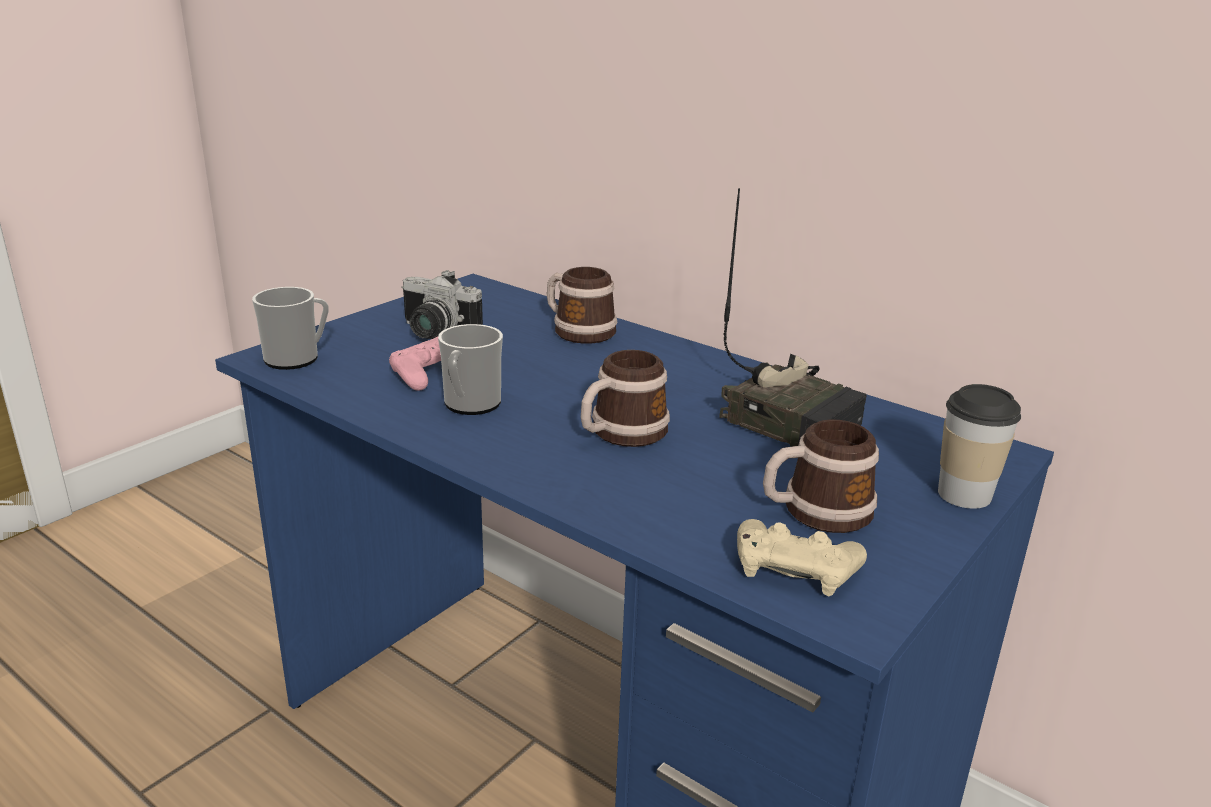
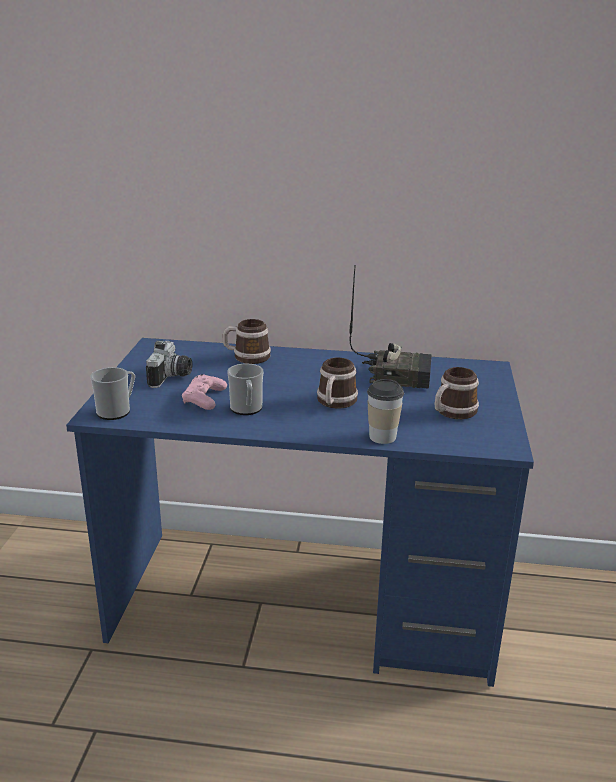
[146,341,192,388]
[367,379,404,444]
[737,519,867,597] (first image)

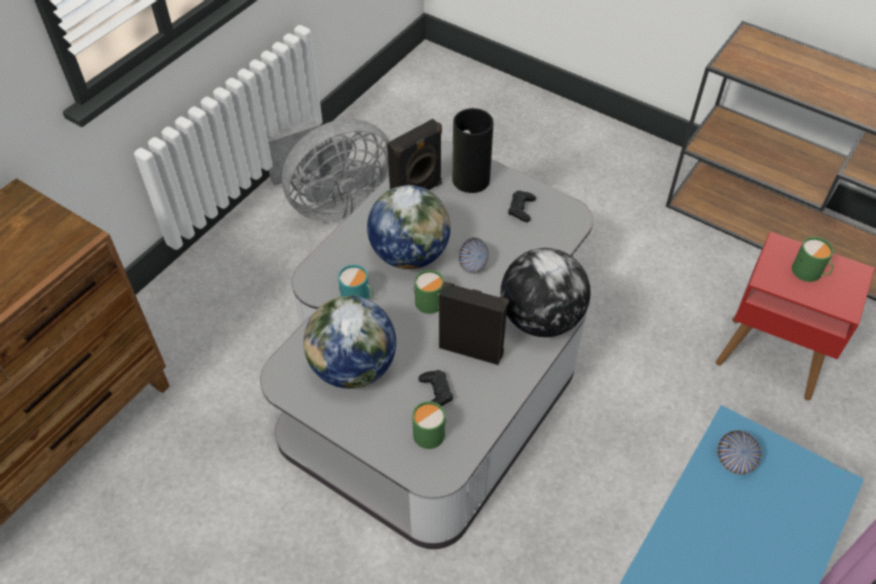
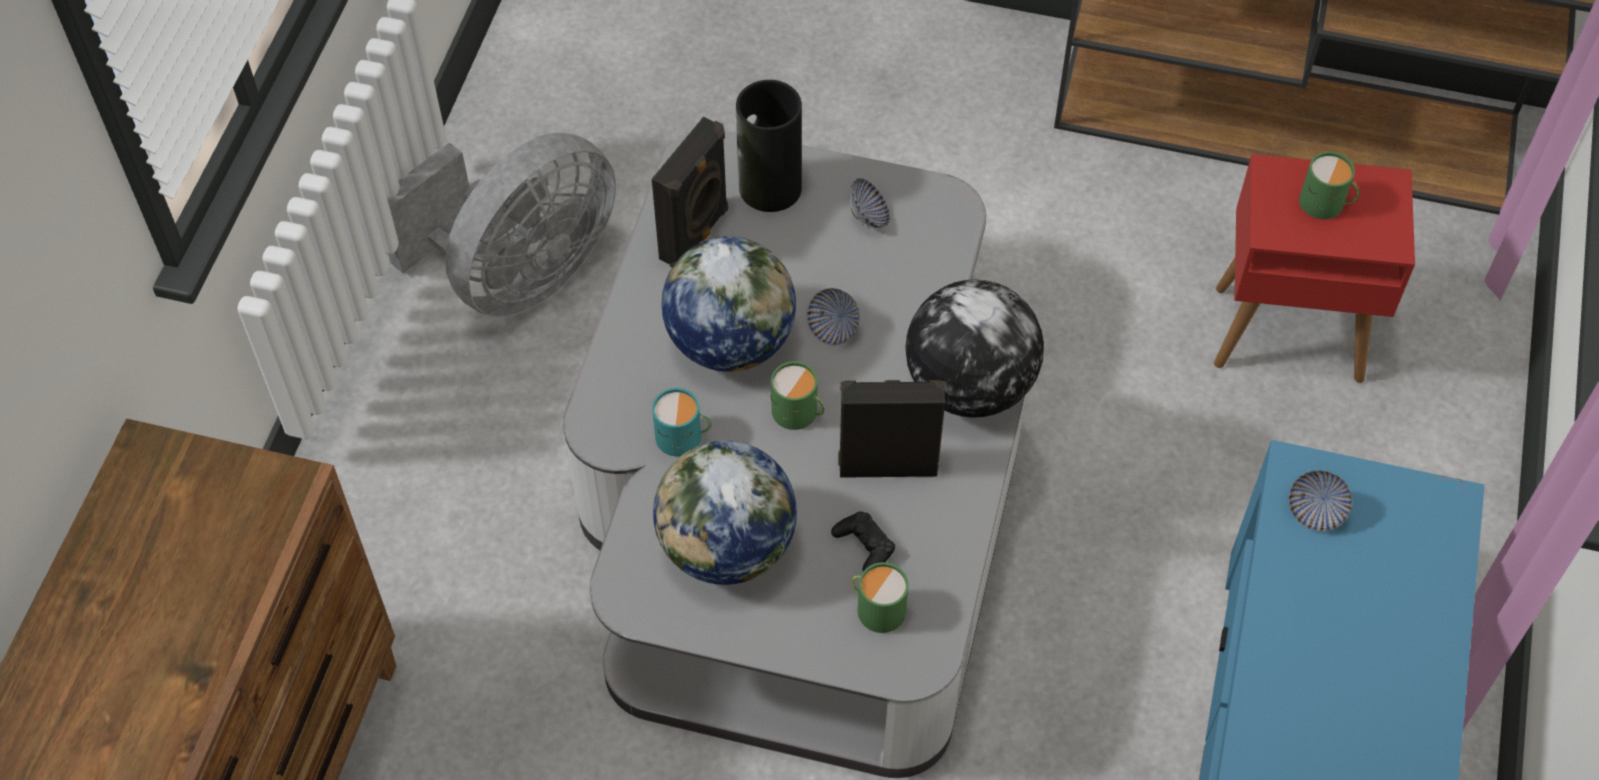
[849,178,890,228]

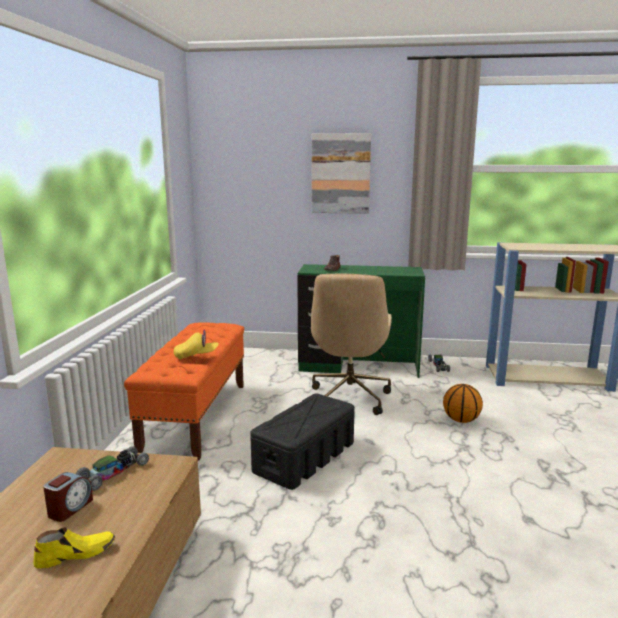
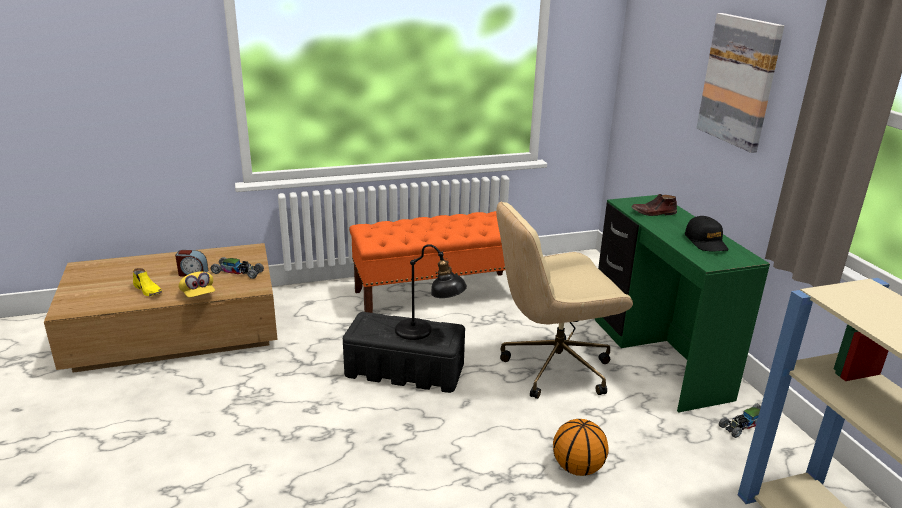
[178,272,215,297]
[685,216,728,251]
[395,244,467,340]

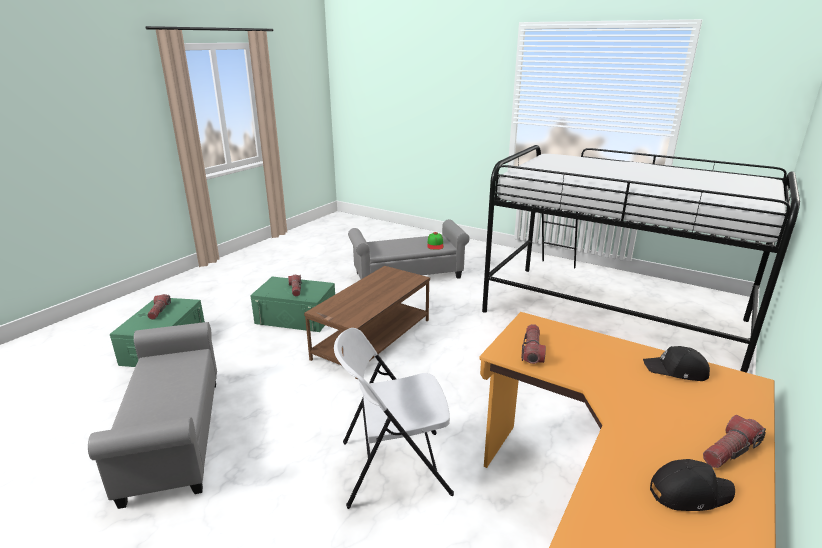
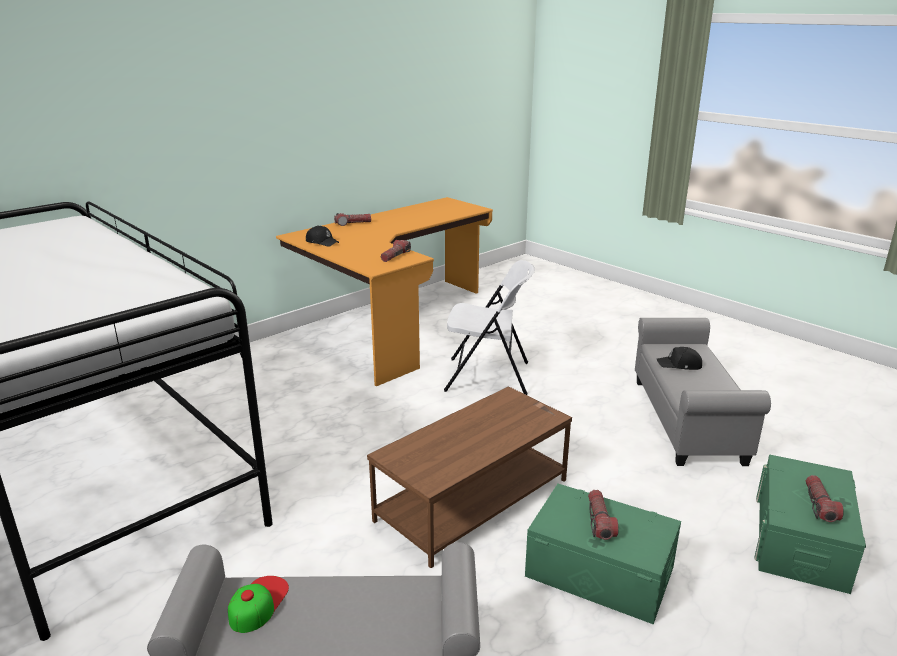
[657,347,702,370]

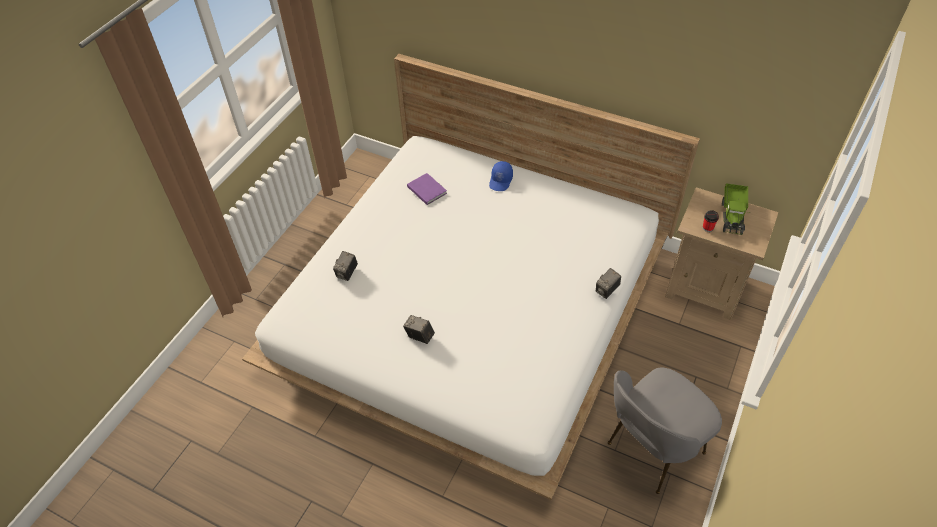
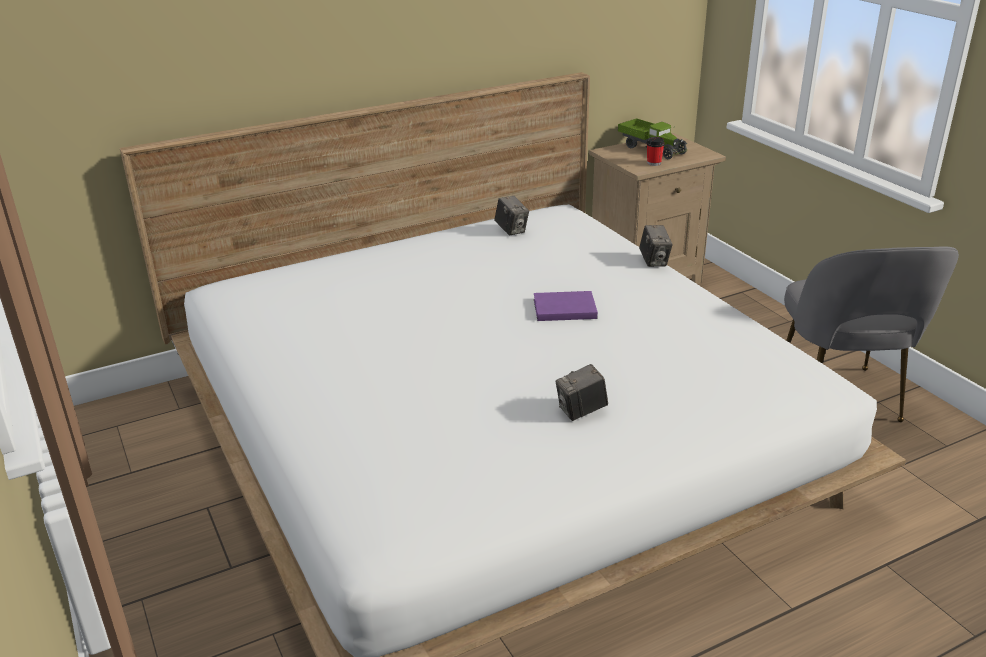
[489,161,513,191] (first image)
[534,291,598,321]
[494,196,529,235]

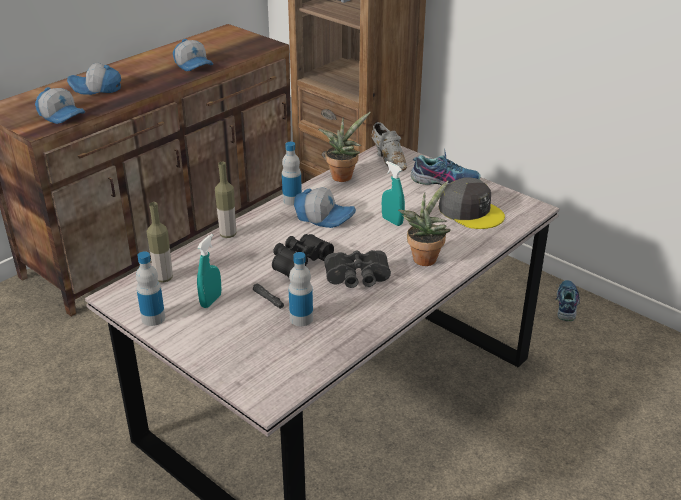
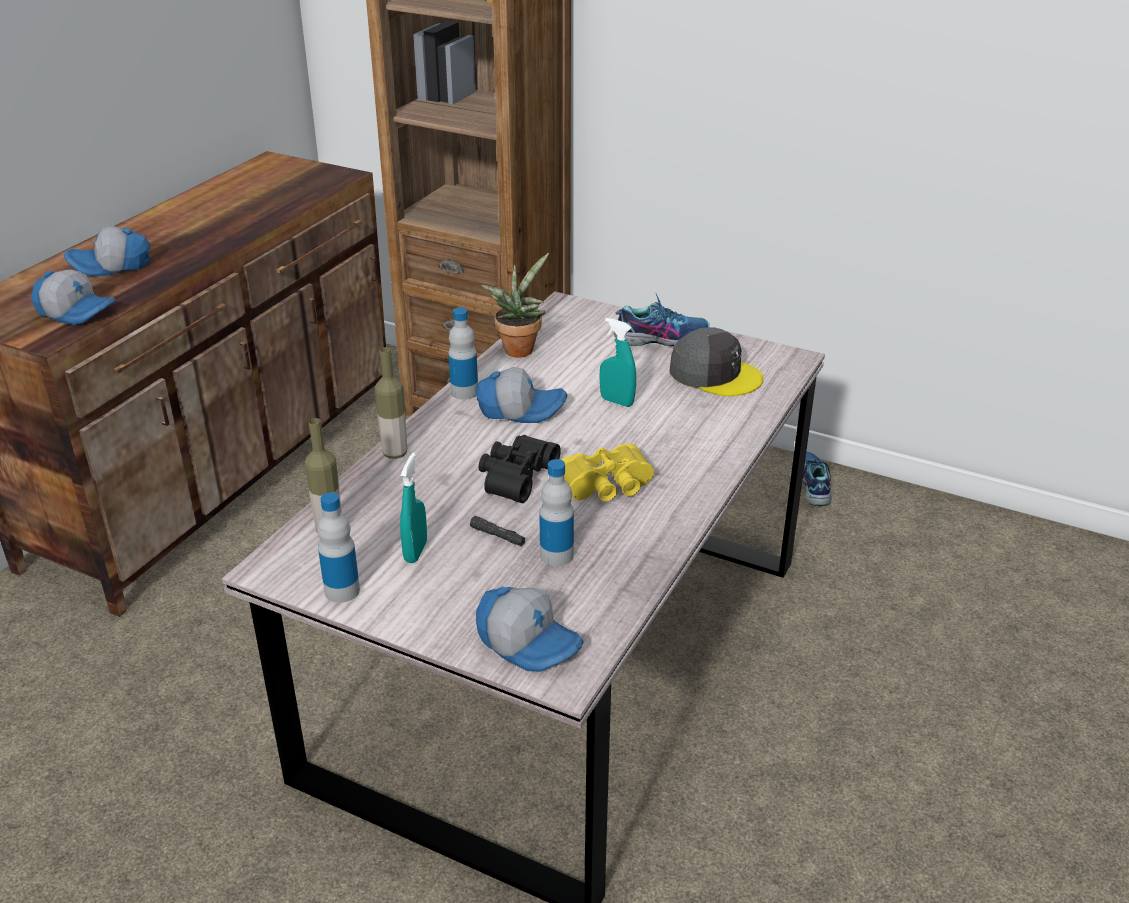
[476,587,584,672]
[372,122,407,171] (first image)
[398,180,450,266] (first image)
[561,443,654,501]

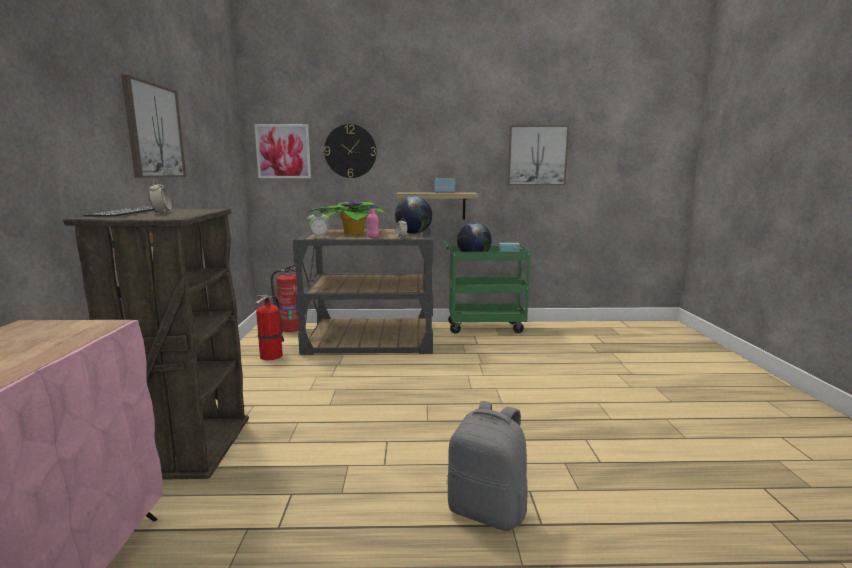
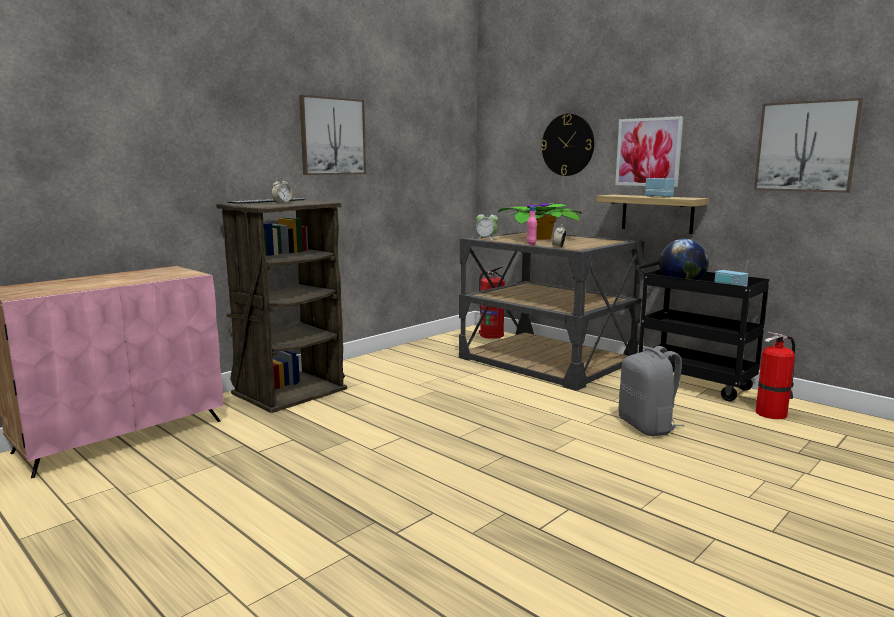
[615,116,683,187]
[395,196,432,234] (first image)
[636,261,769,401]
[756,332,795,419]
[619,346,684,436]

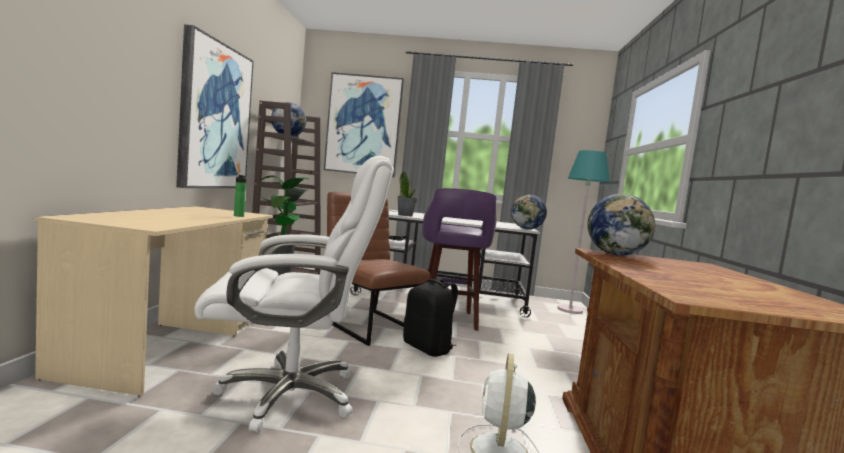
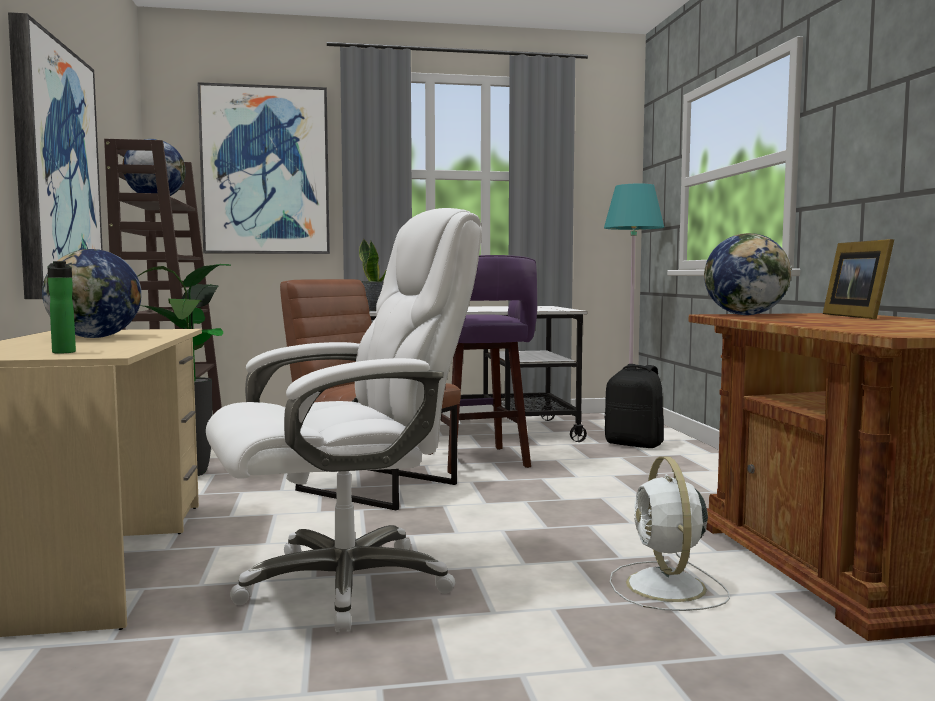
[48,261,76,354]
[42,249,142,338]
[604,364,664,448]
[823,239,894,319]

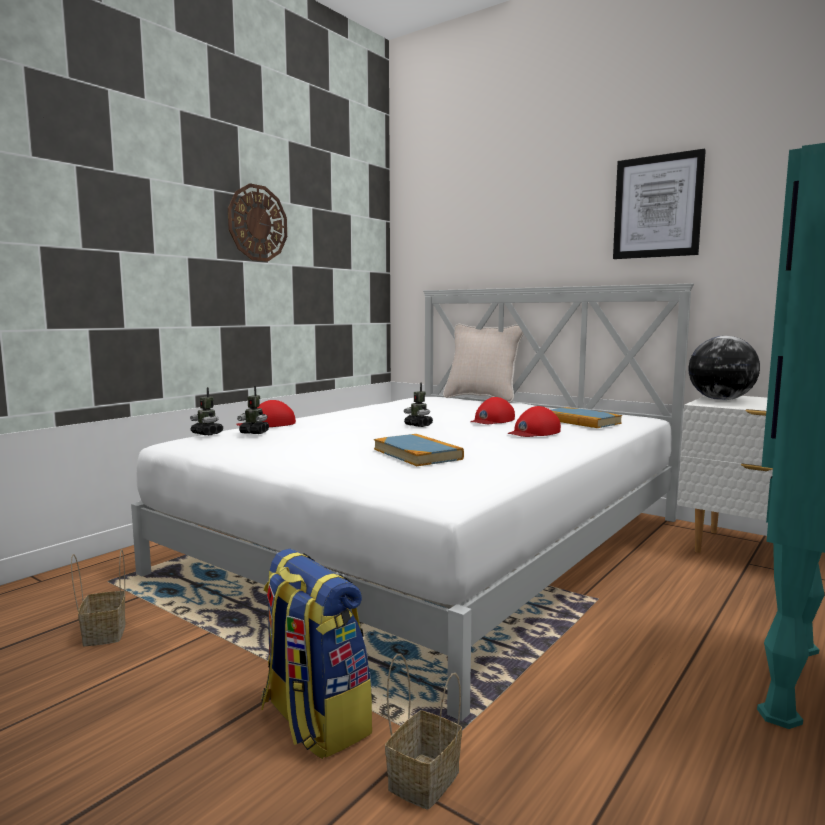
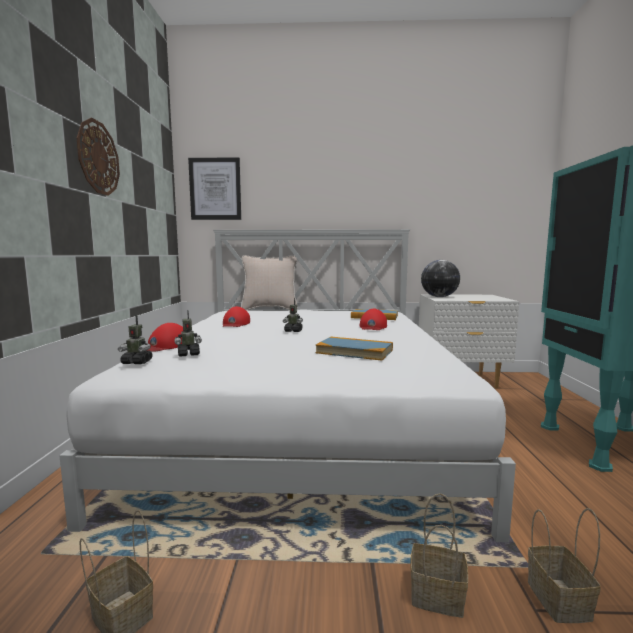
[188,157,241,220]
[223,306,250,327]
[411,493,468,618]

